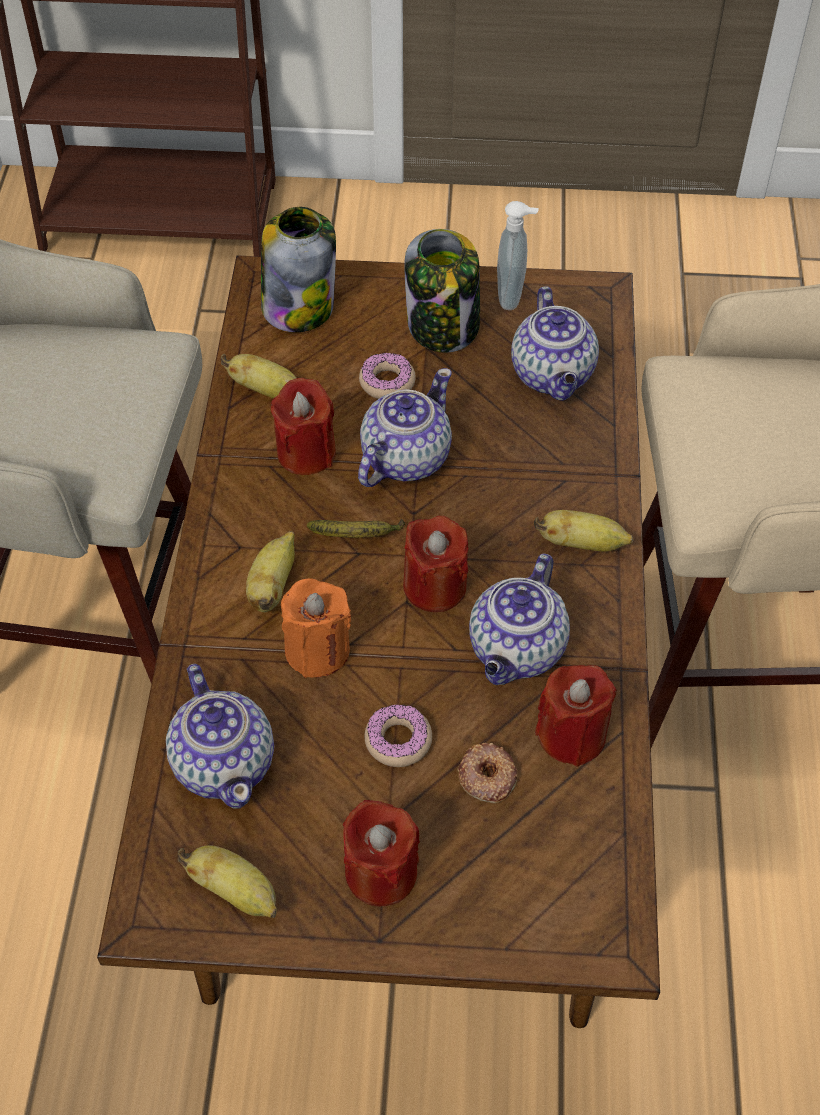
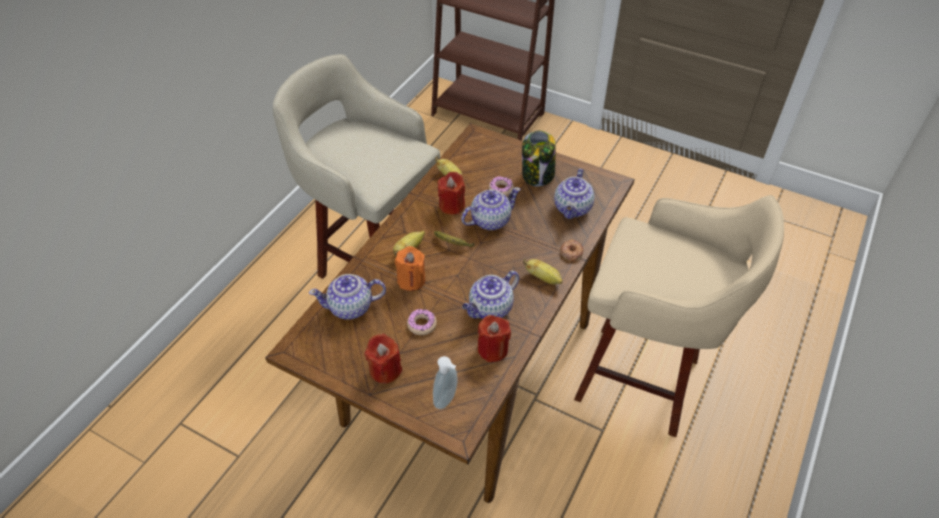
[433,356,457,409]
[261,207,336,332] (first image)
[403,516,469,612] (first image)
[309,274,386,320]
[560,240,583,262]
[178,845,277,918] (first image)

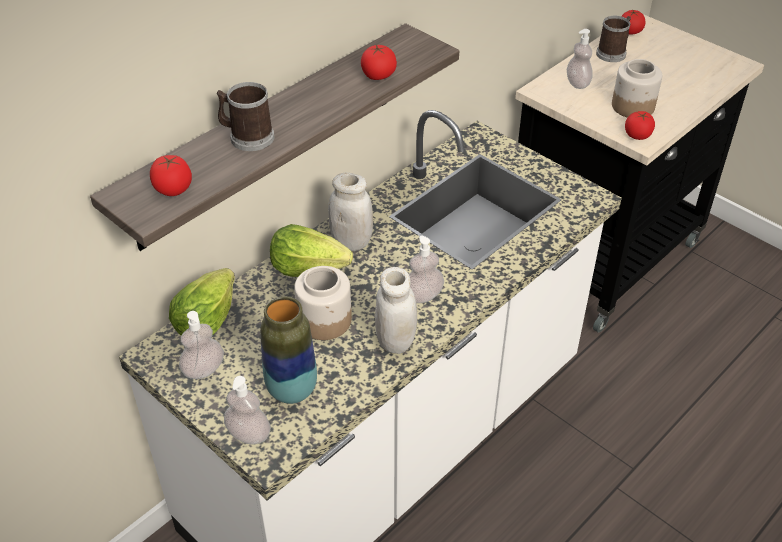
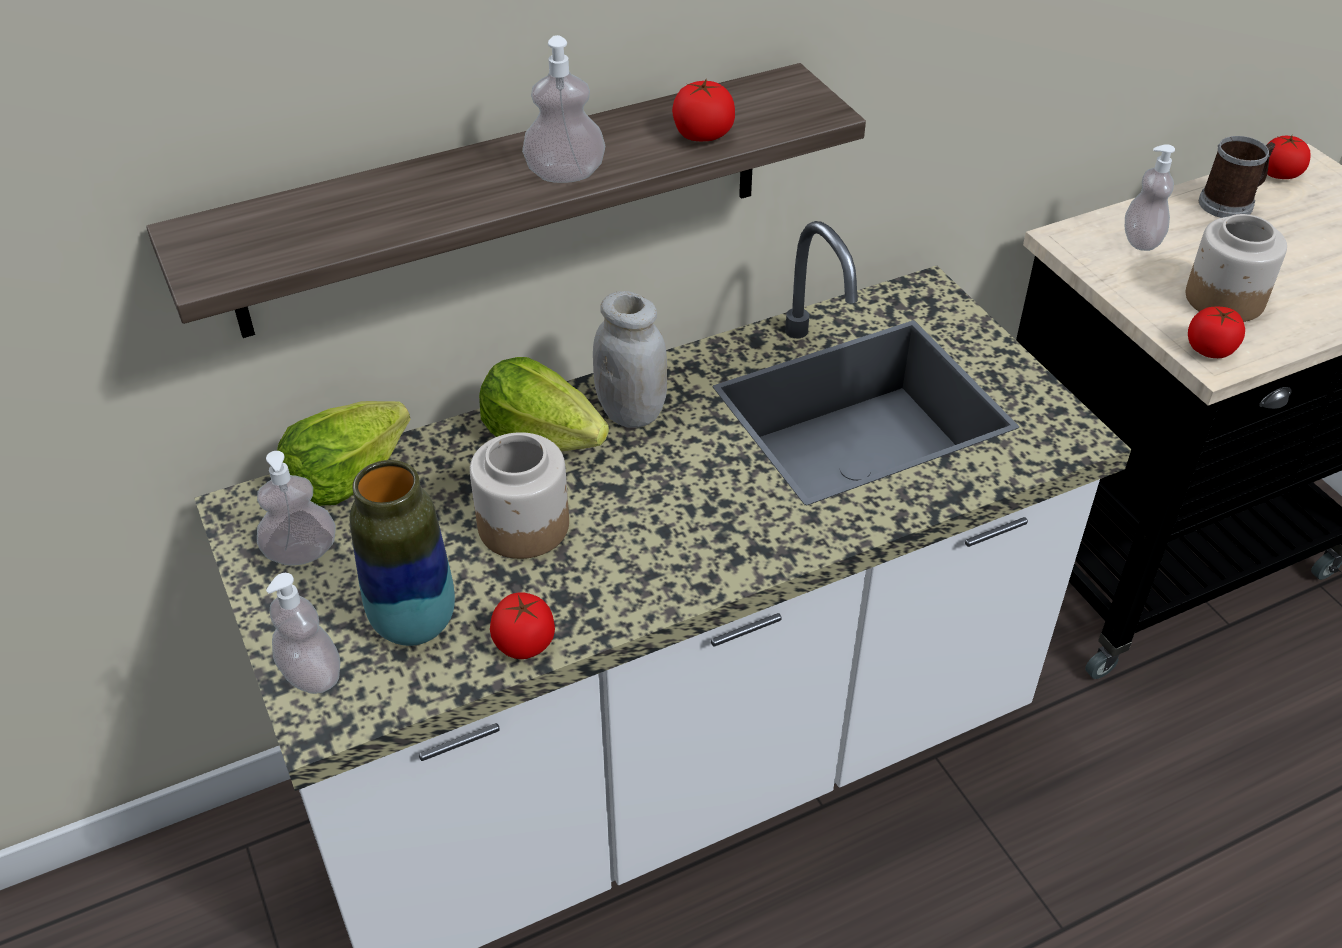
[217,82,274,151] (first image)
[490,592,555,659]
[522,35,605,183]
[375,267,417,354] (first image)

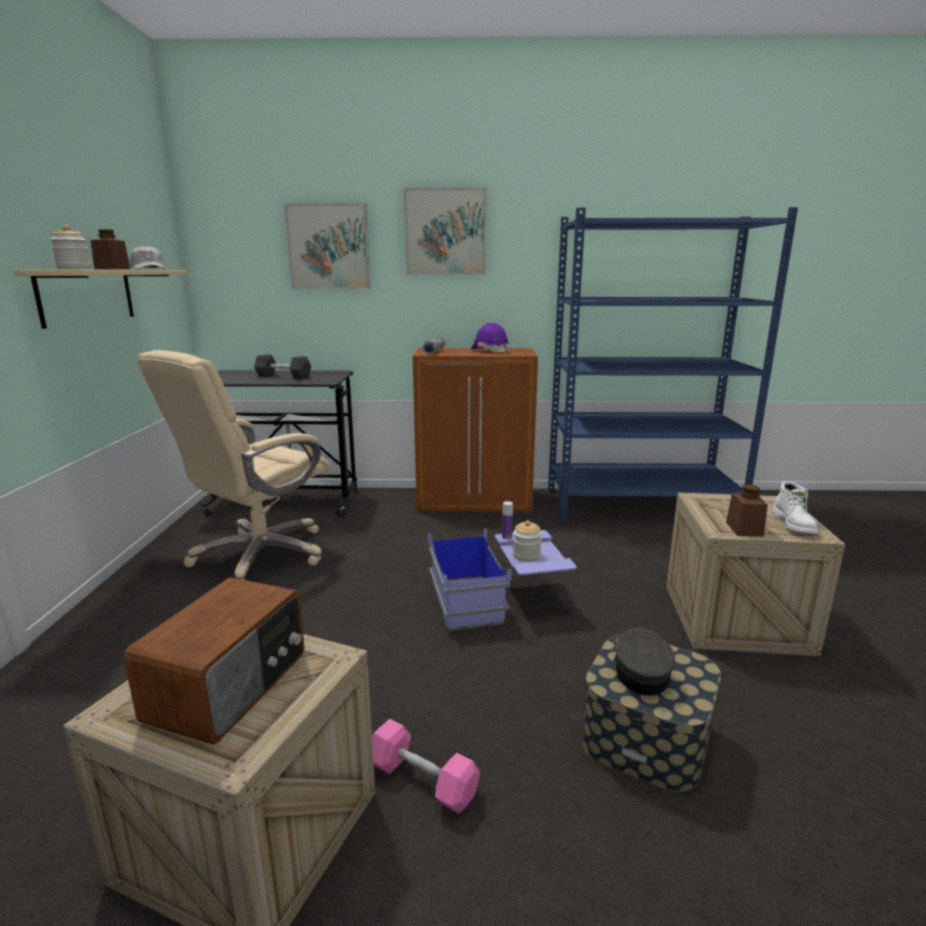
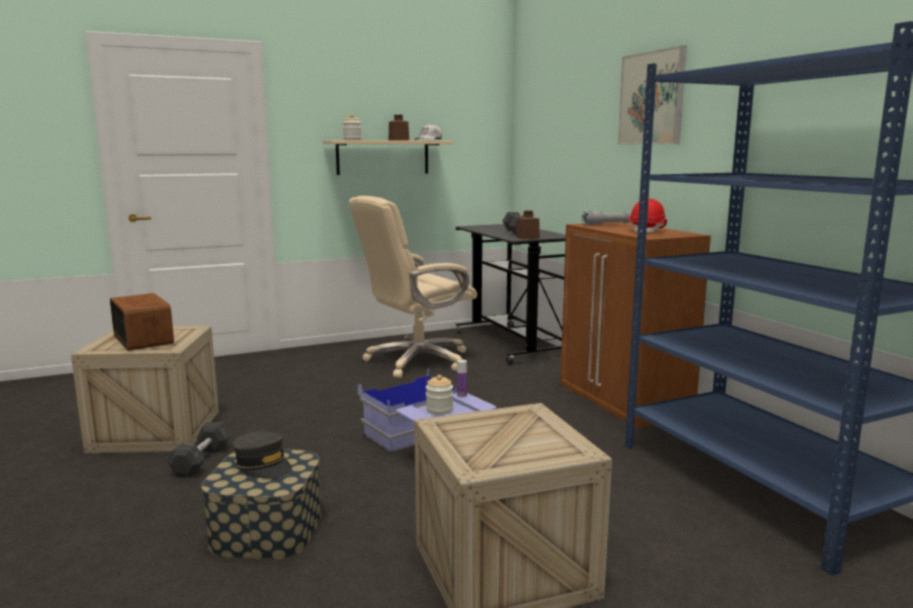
[284,203,371,289] (first image)
[629,198,667,232]
[349,196,477,378]
[772,481,818,534] (first image)
[516,211,540,239]
[110,293,174,351]
[233,432,292,479]
[168,422,231,477]

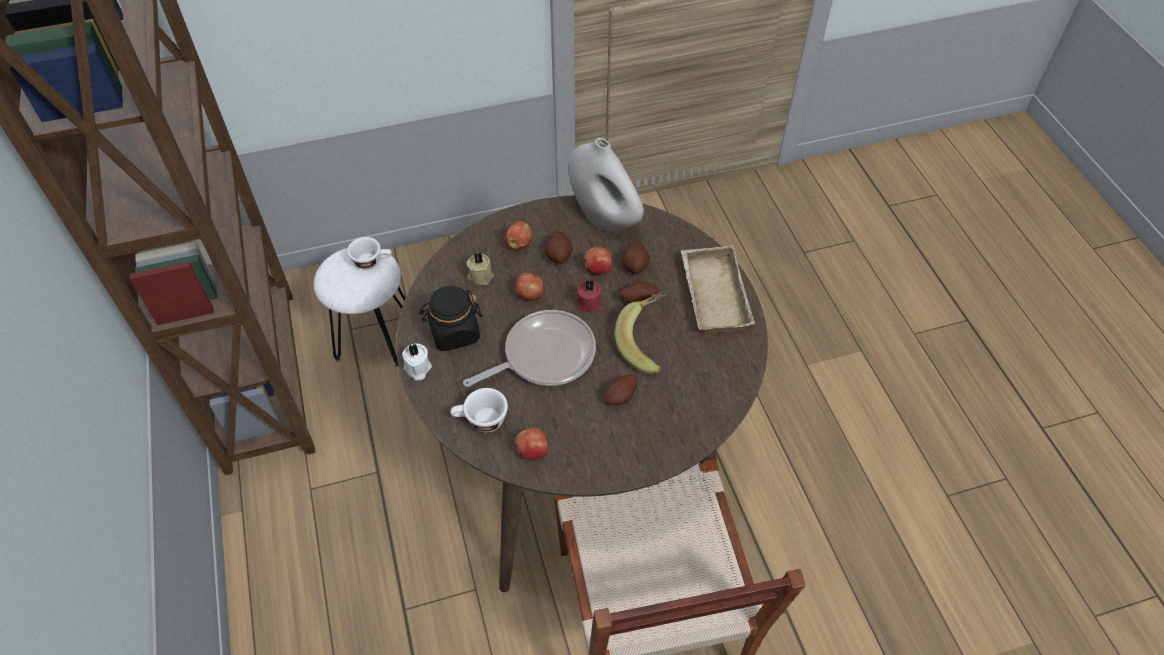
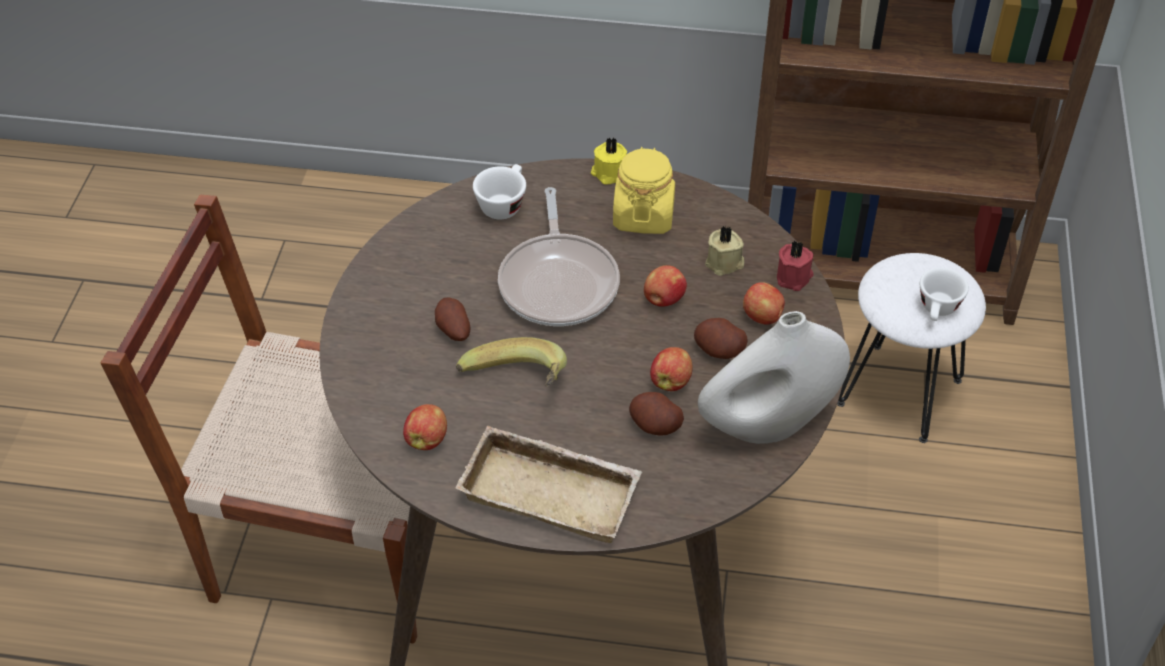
[777,240,814,291]
[619,281,659,303] (first image)
[613,147,675,234]
[591,138,627,185]
[403,404,447,450]

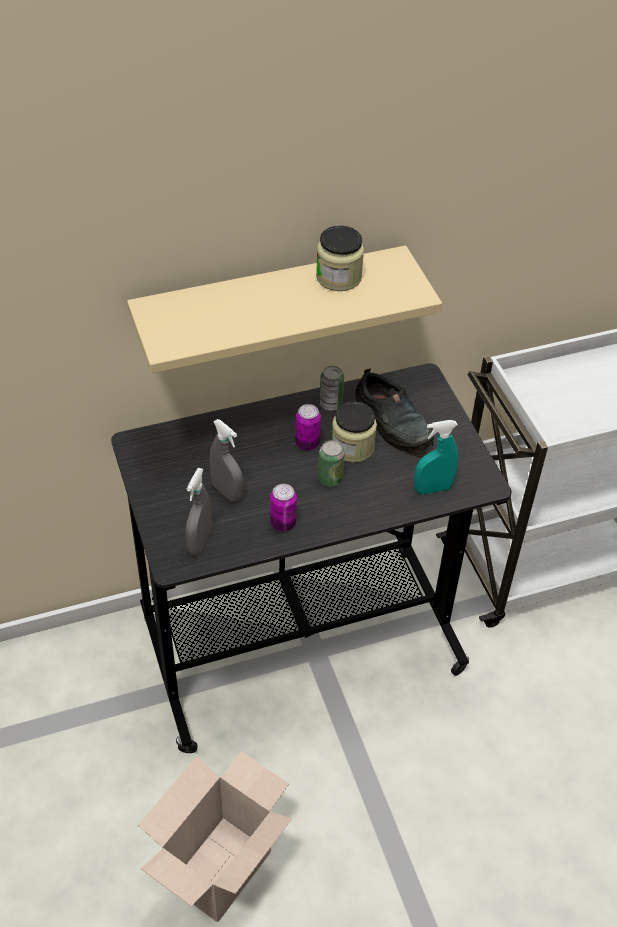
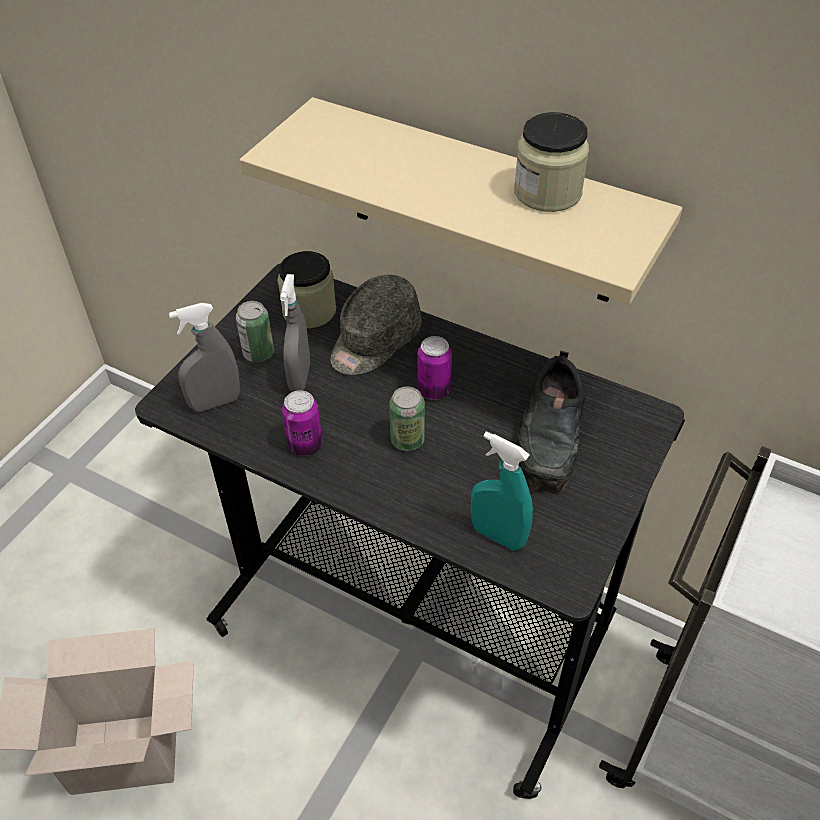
[236,301,274,362]
[277,251,336,328]
[331,275,422,375]

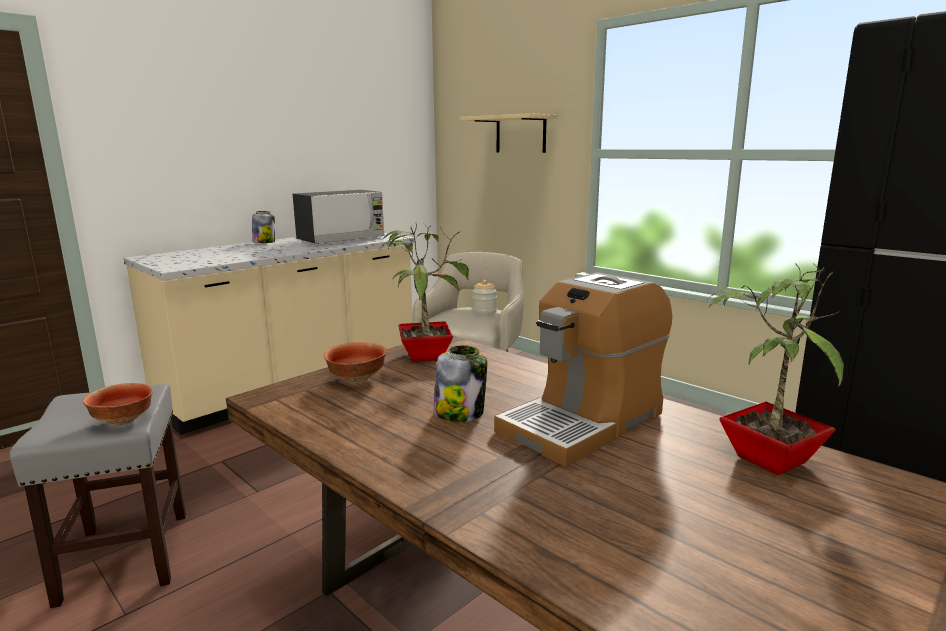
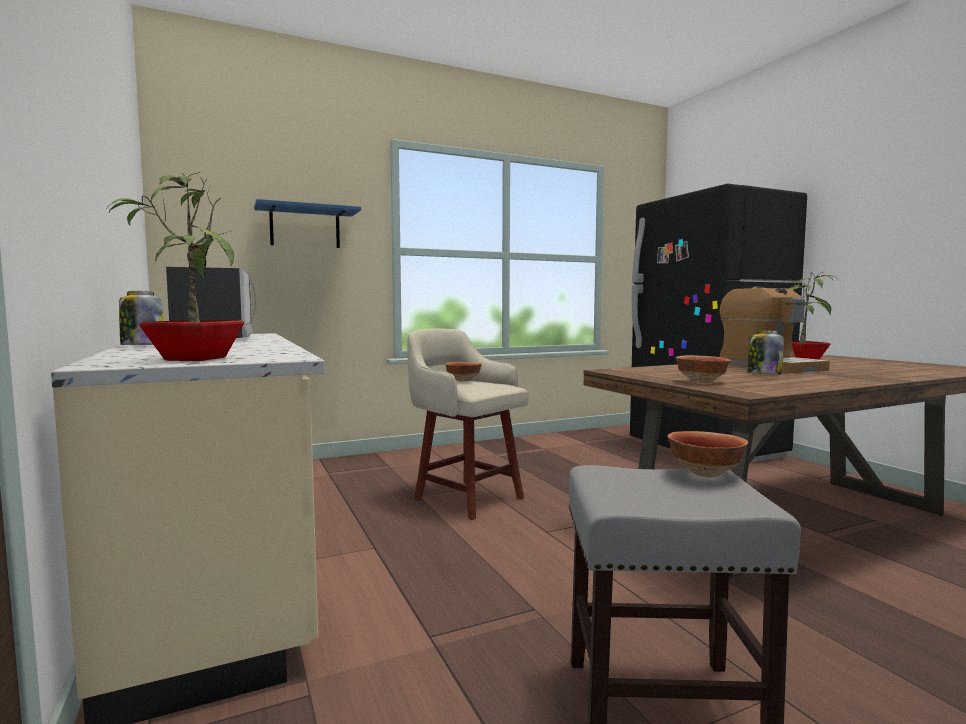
[254,199,361,248]
[107,172,244,361]
[445,362,482,382]

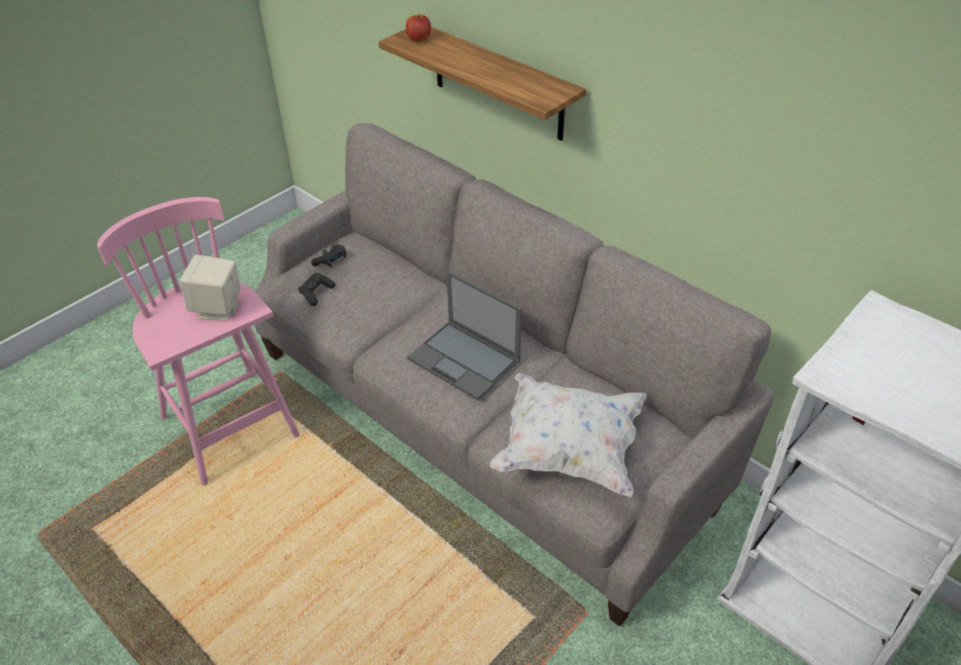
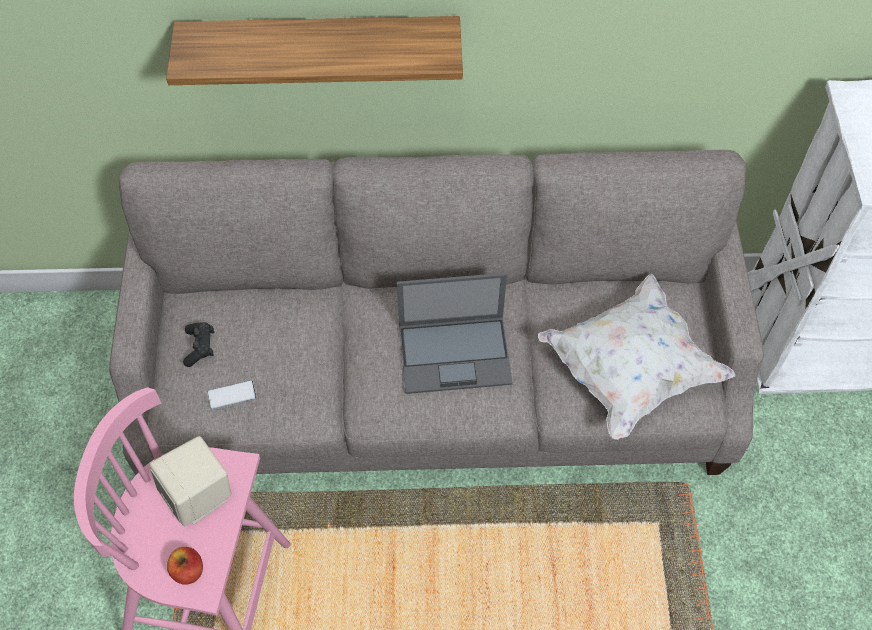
[167,547,203,585]
[207,380,256,409]

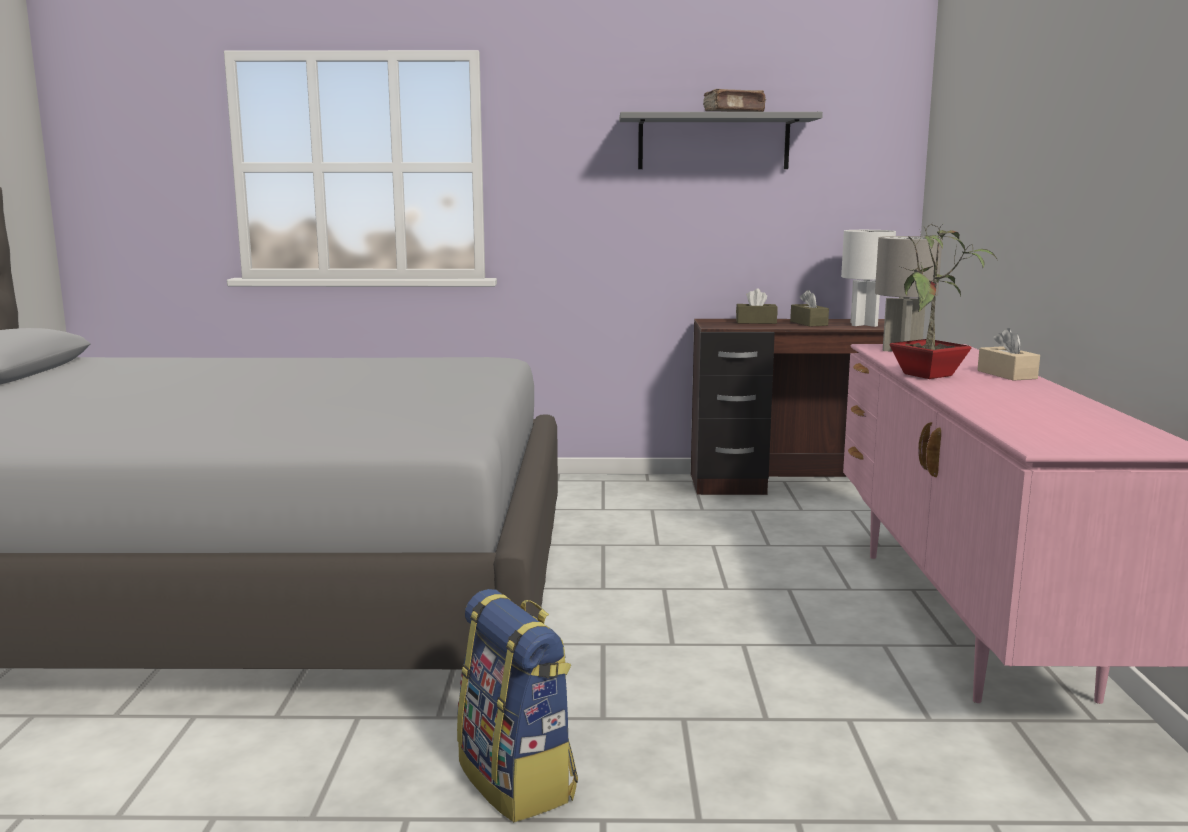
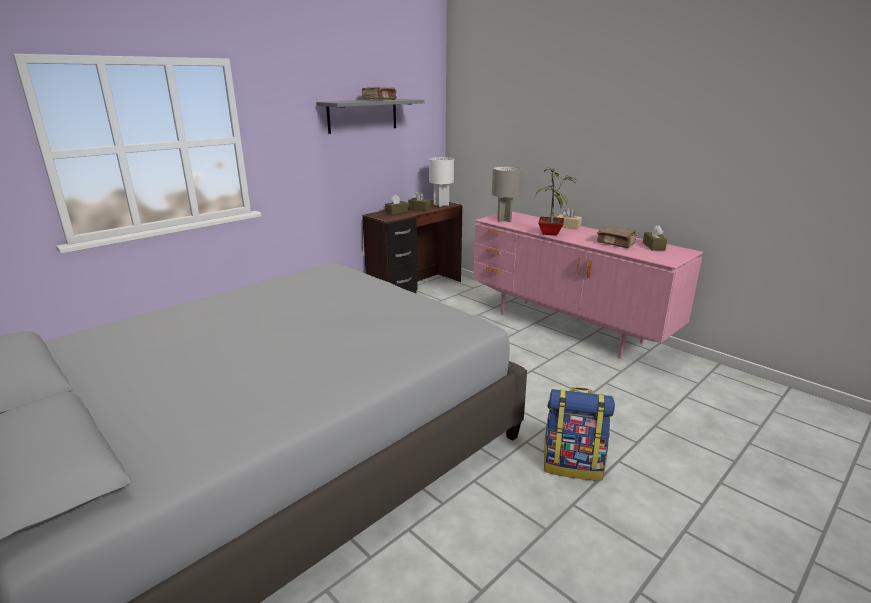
[643,225,667,251]
[597,226,637,248]

